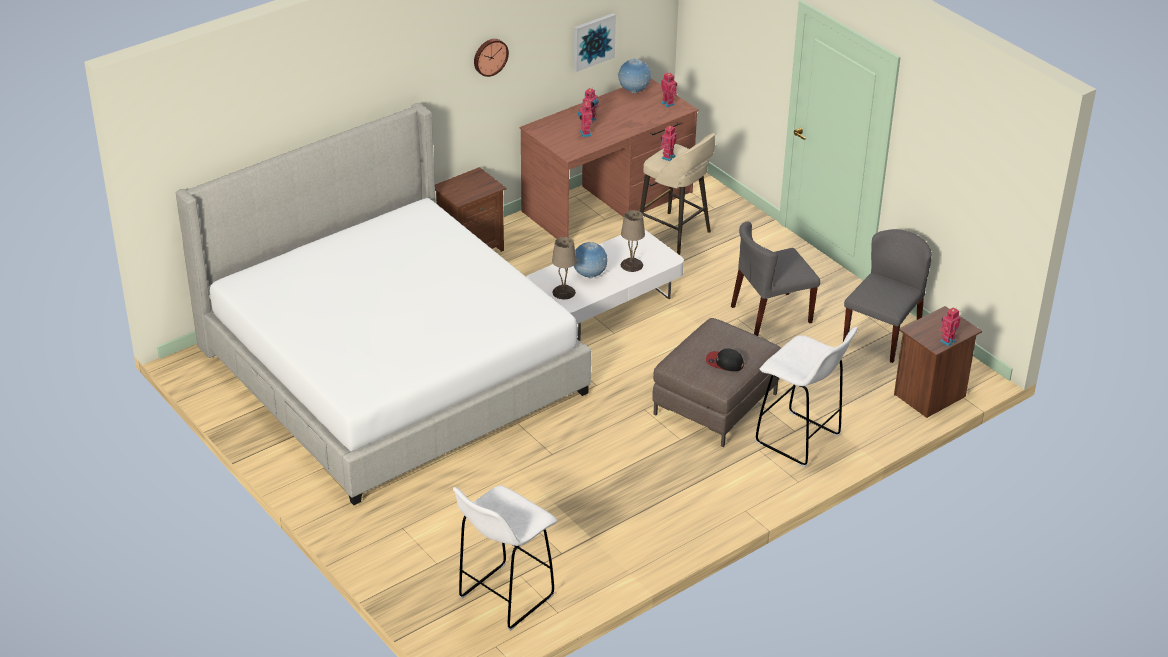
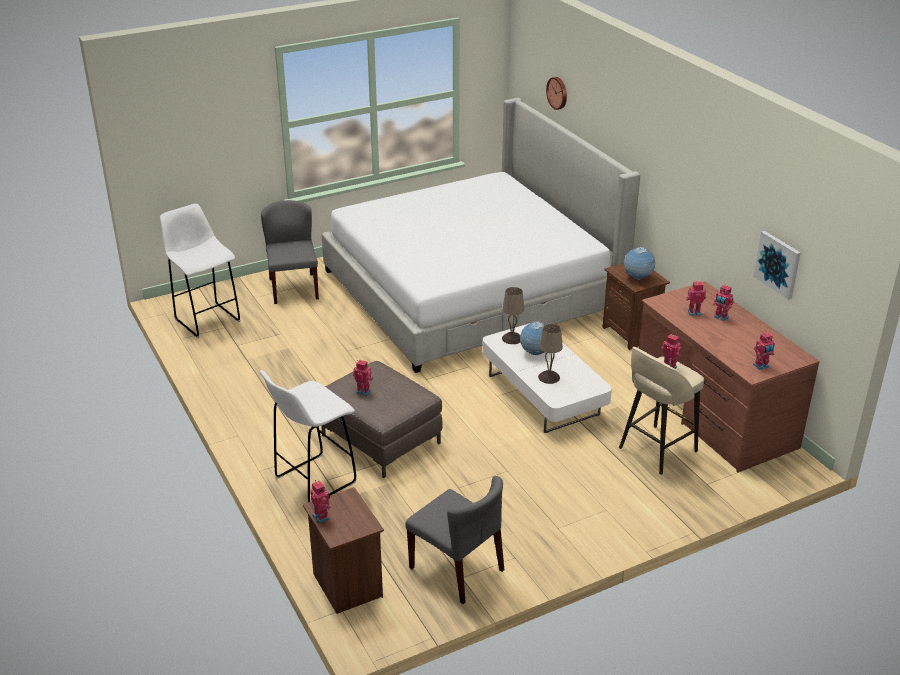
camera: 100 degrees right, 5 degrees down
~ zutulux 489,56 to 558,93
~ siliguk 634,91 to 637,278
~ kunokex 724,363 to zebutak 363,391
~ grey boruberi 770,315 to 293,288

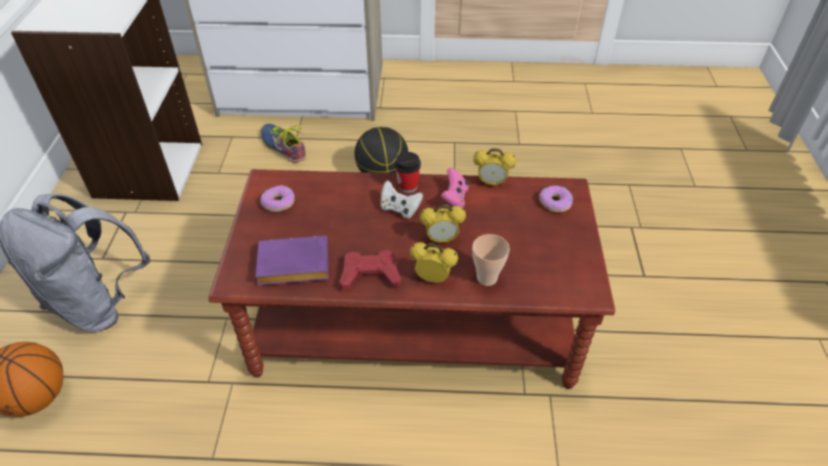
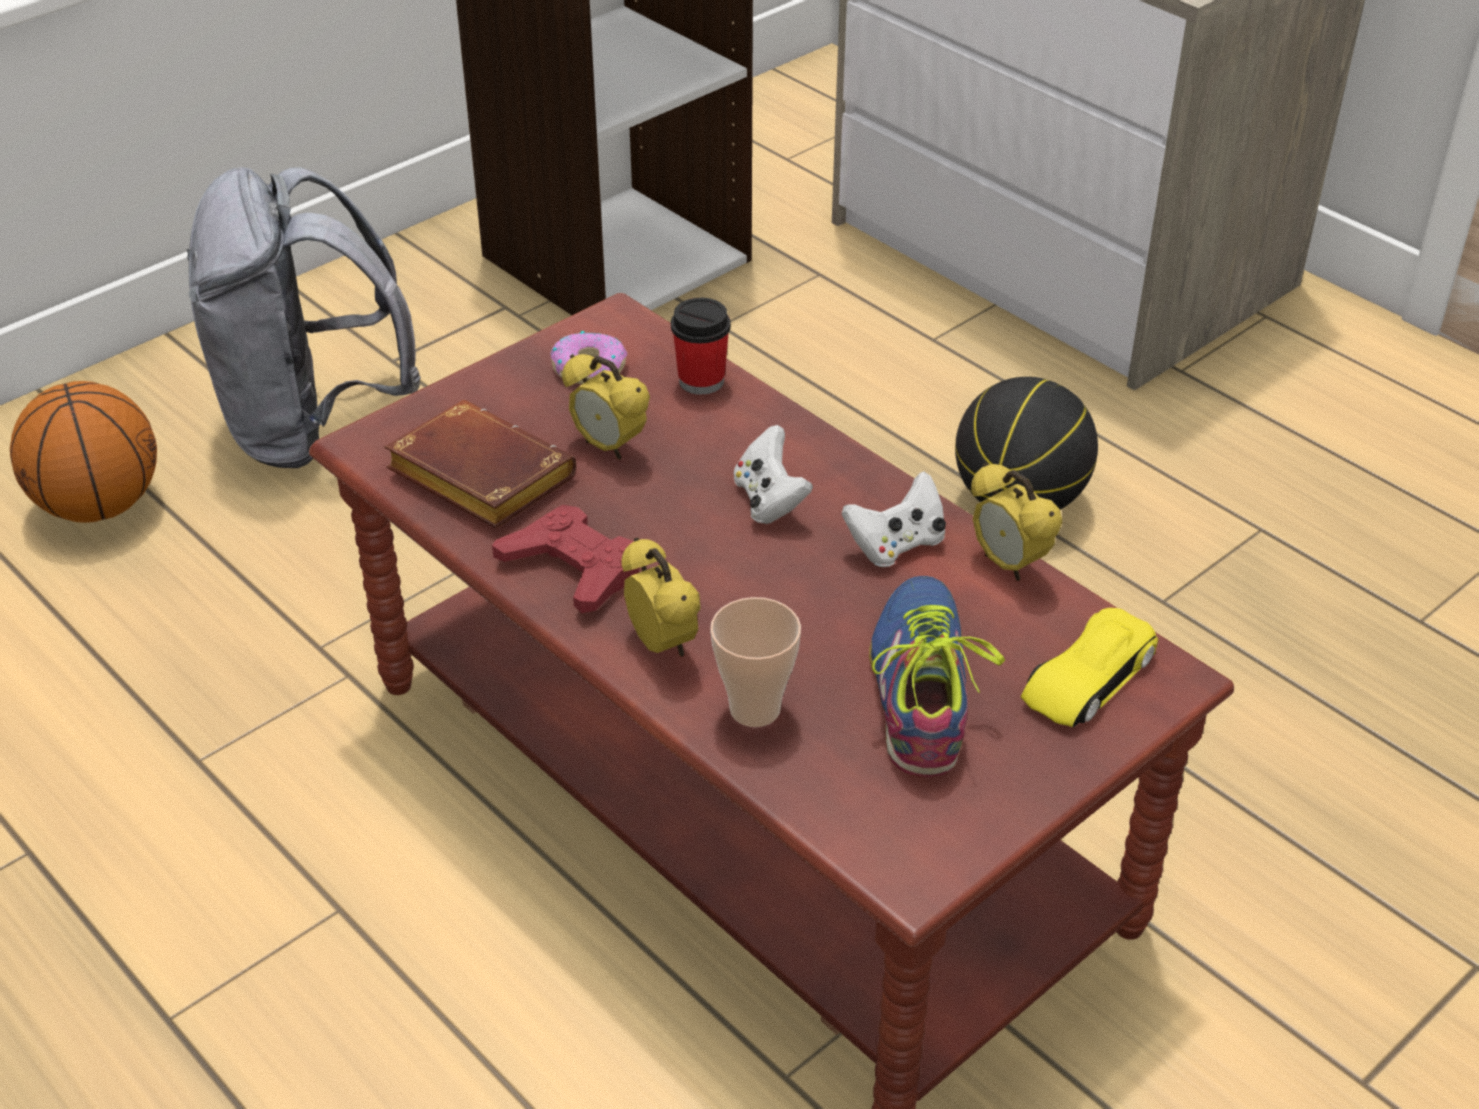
camera: 45 degrees right, 5 degrees down
~ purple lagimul 292,267 to brown lagimul 474,477
~ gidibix 283,147 to 920,688
~ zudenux 408,186 to 701,381
~ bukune 441,240 to 609,447
~ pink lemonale 455,198 to white lemonale 896,545
~ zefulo 555,202 to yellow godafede 1087,679

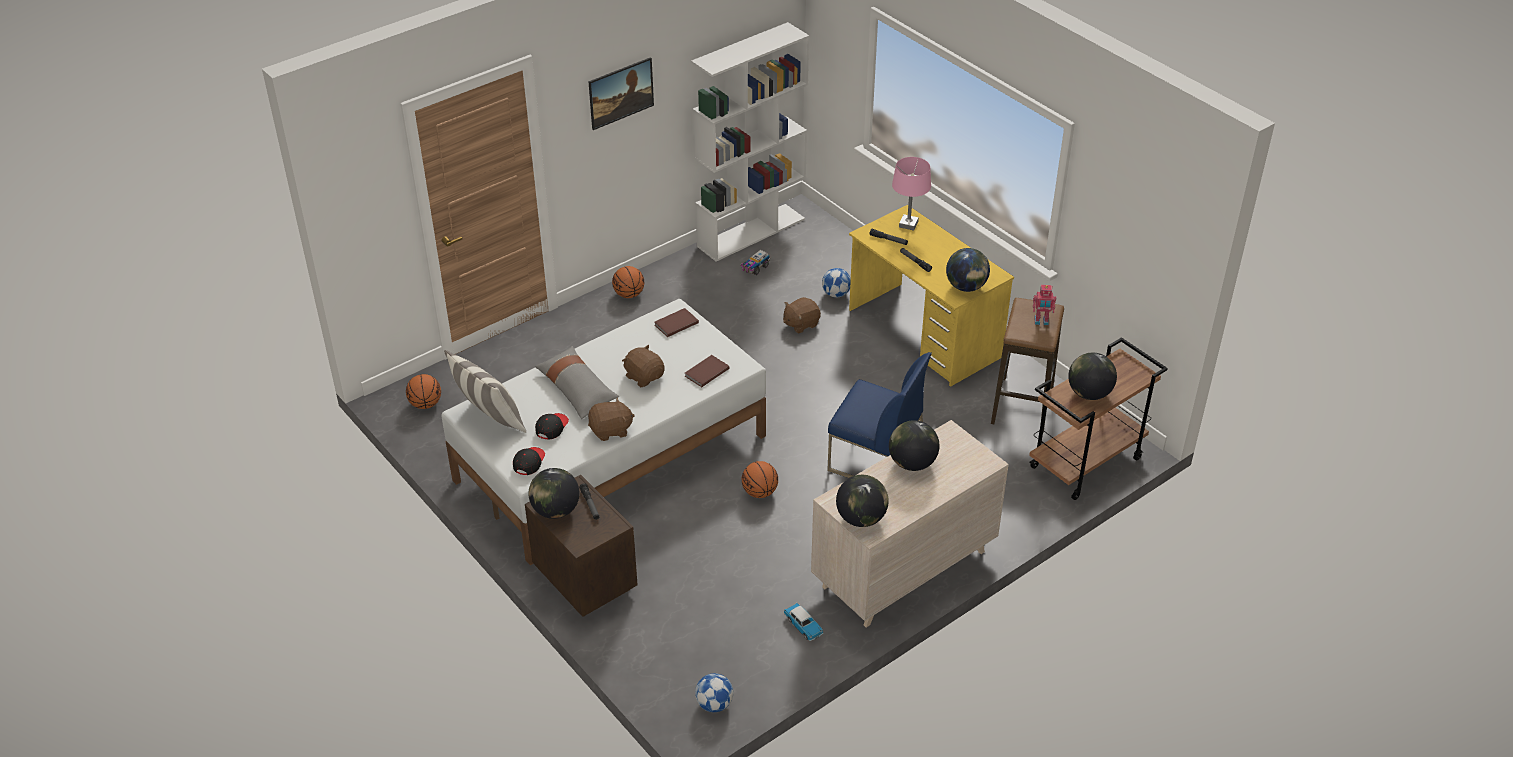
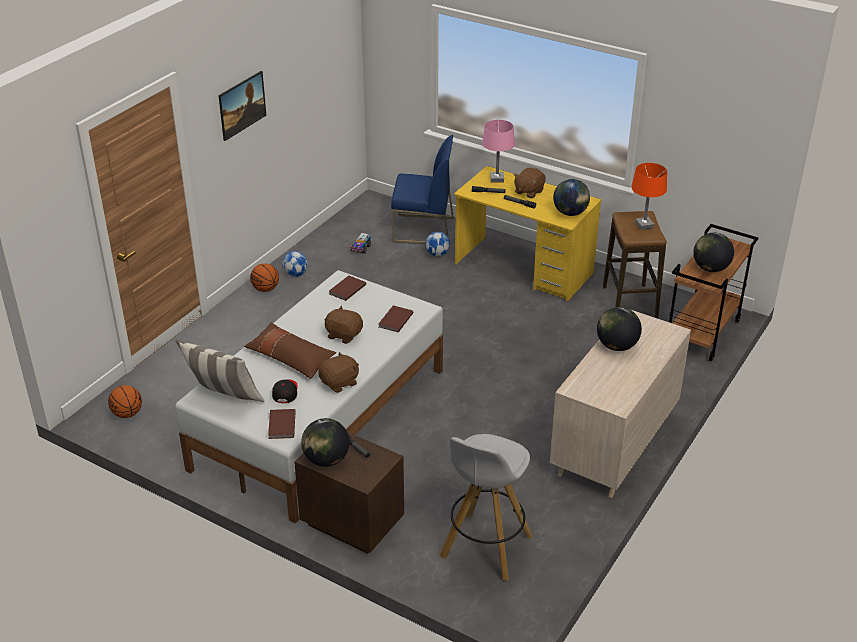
camera: 20 degrees left, 5 degrees down
~ black kunokex 529,462 to brown lagimul 281,425
~ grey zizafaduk 577,390 to brown zizafaduk 290,358
- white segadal 751,232
~ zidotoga 714,704 to 295,274
- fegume 760,492
~ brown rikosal 801,324 to 528,192
- godafede 803,626
~ blue boruberi 875,460 to 423,230
- siliguk 861,518
~ zebutak 1041,321 to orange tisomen 644,225
+ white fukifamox 485,547

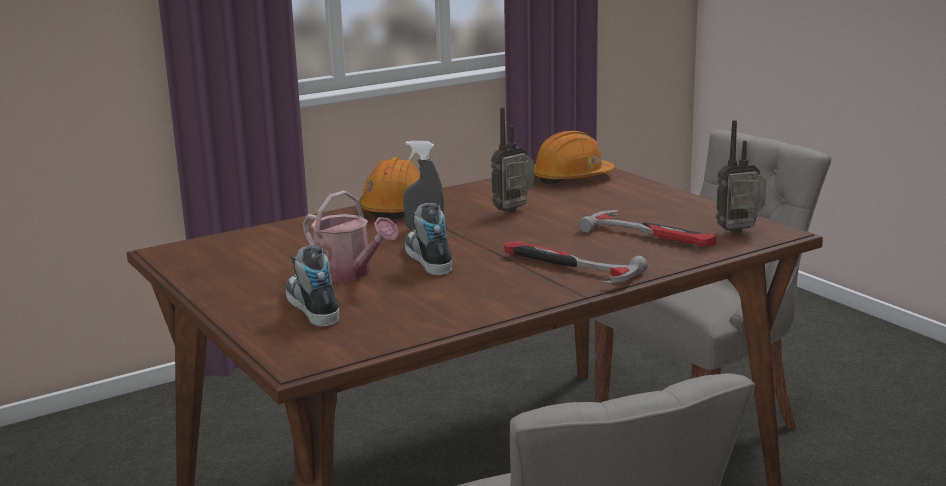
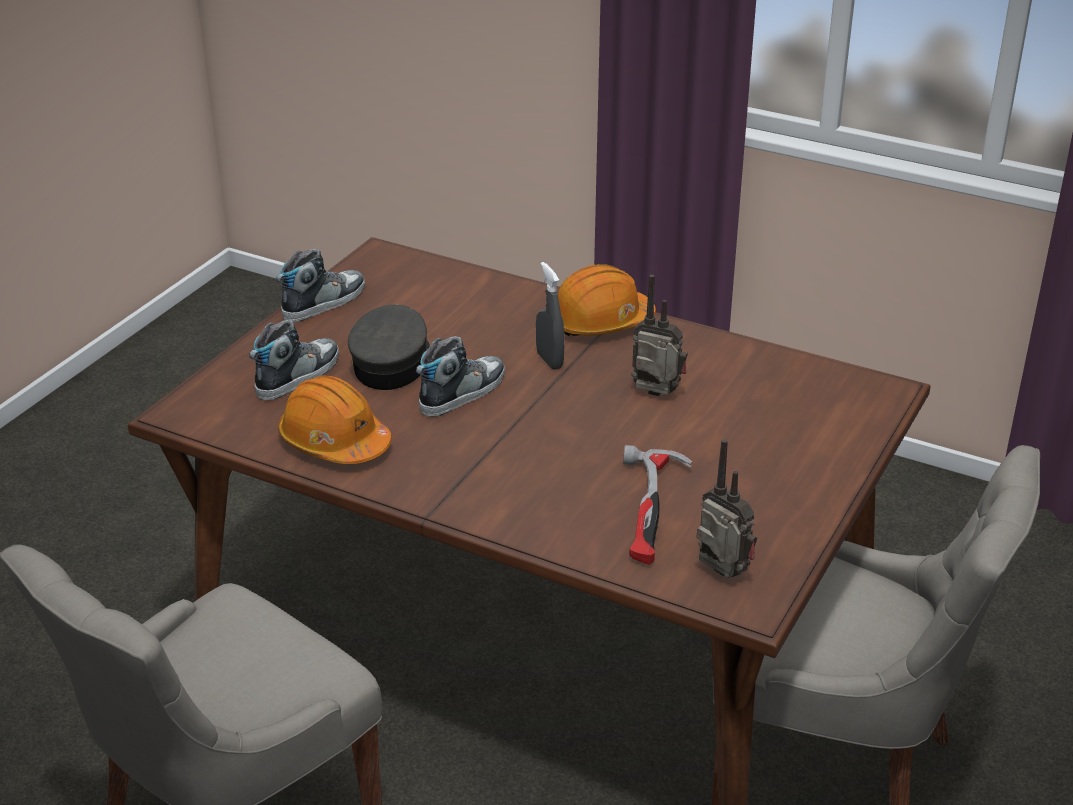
camera: 60 degrees right, 15 degrees up
~ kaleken 349,273 to grey kunokex 392,363
- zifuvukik 567,268
~ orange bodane 571,178 to 334,442
+ gidibix 324,302

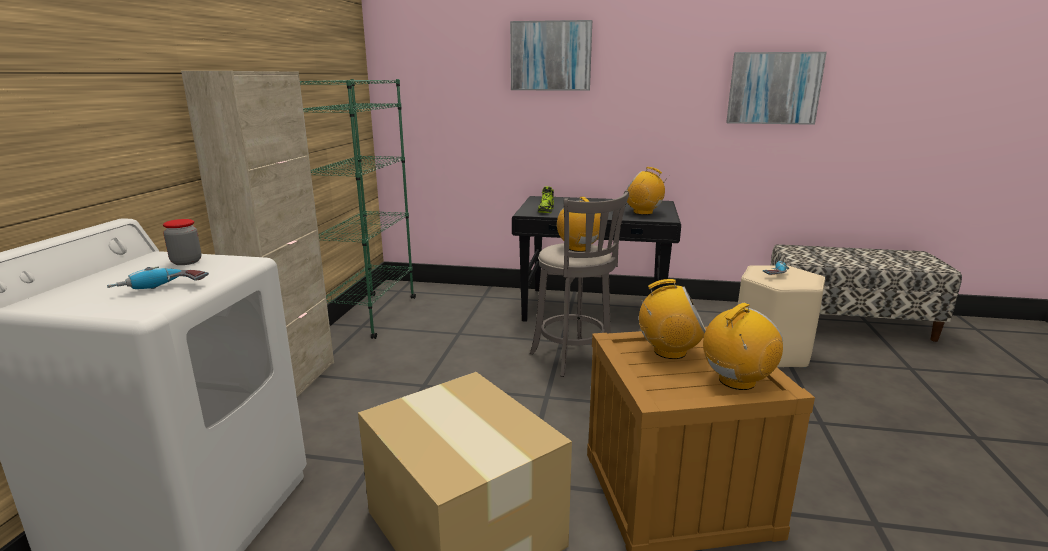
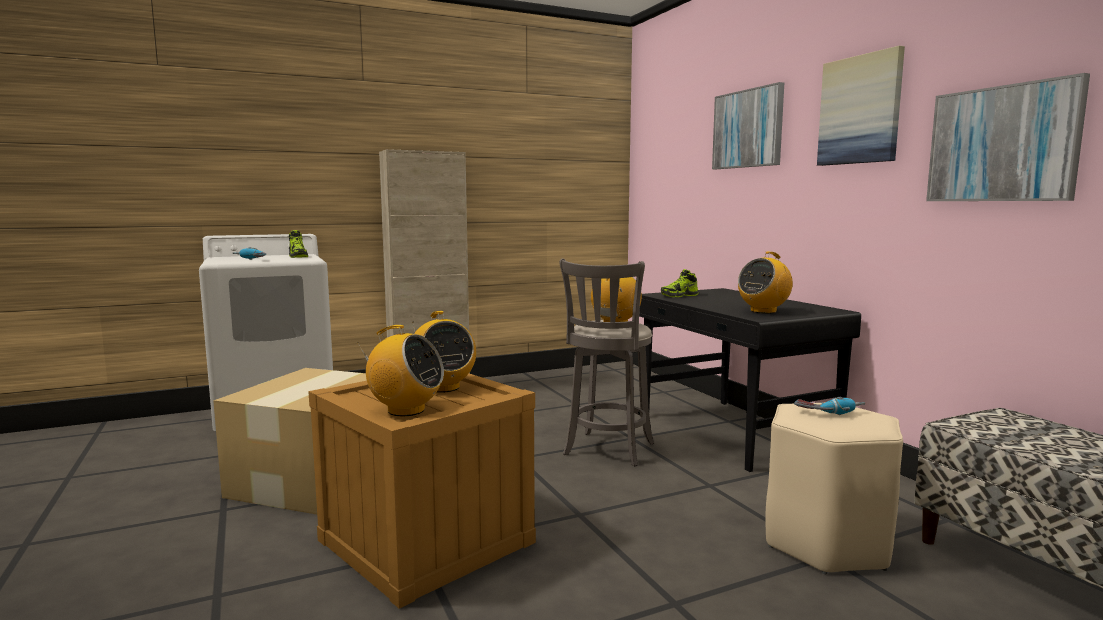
camera: 55 degrees right, 10 degrees down
~ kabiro 186,262 to gidibix 298,256
- green segadal 372,315
~ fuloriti 643,212 = 763,311 120 degrees counterclockwise
+ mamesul 860,110

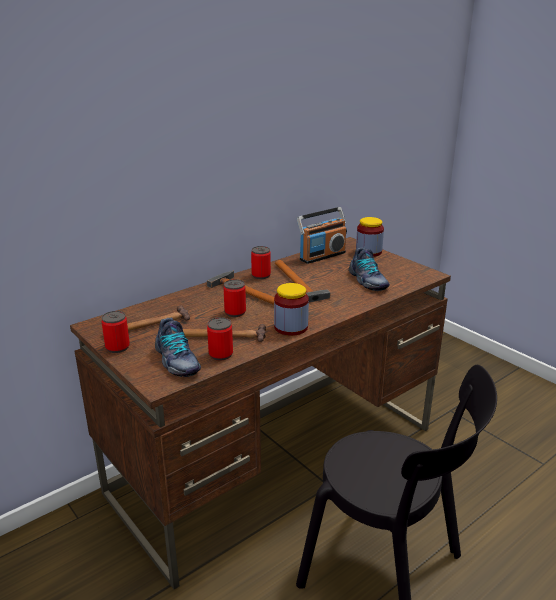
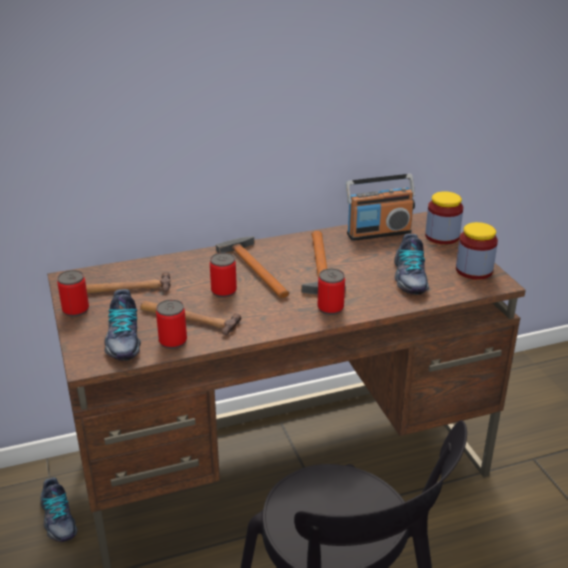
camera: 20 degrees right, 5 degrees up
~ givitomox 261,275 to 330,308
~ kabiro 291,327 to 474,270
+ gidibix 58,520

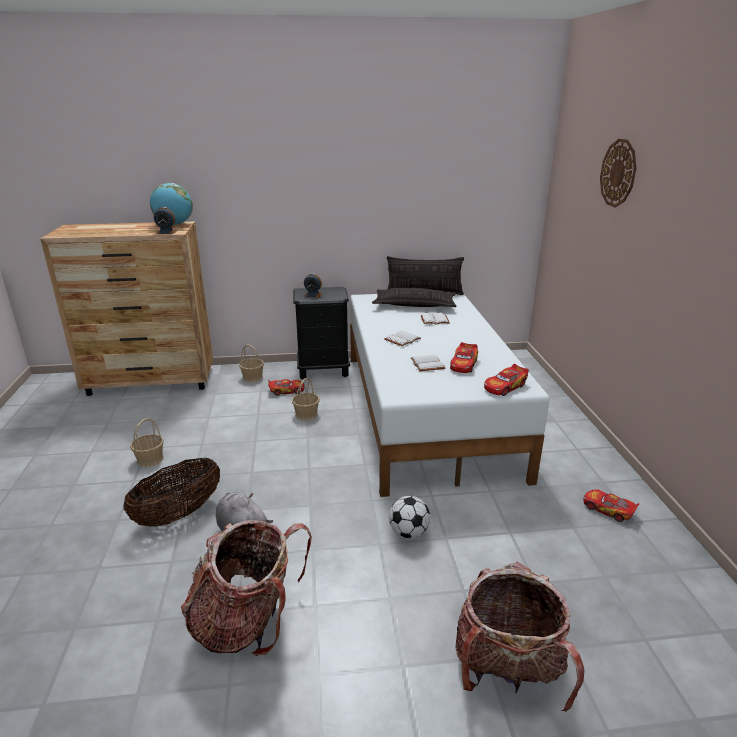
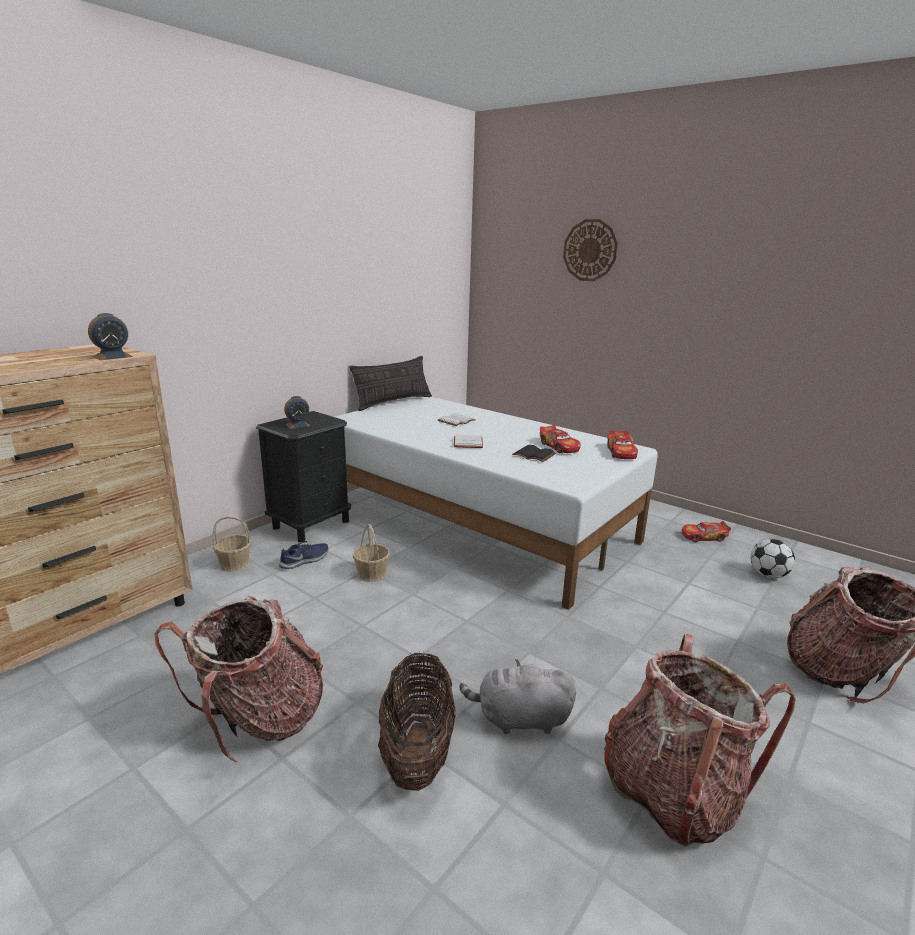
camera: 45 degrees left, 5 degrees down
~ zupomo 150,459 to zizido 259,720
- siliguk 174,225
~ godafede 286,391 to blue gidibix 305,560
- zizafaduk 414,305
~ zidotoga 408,532 to 768,575
~ white lagimul 428,364 to black lagimul 535,455

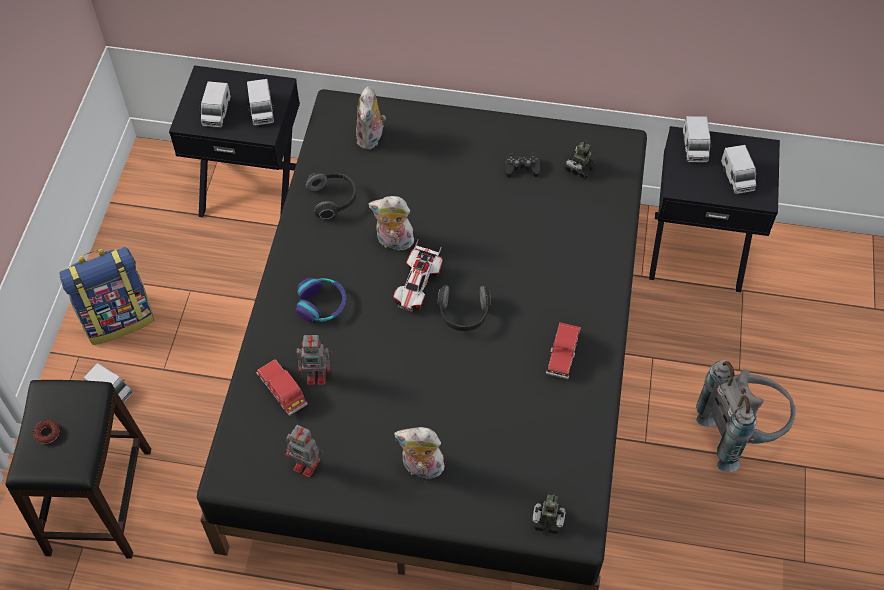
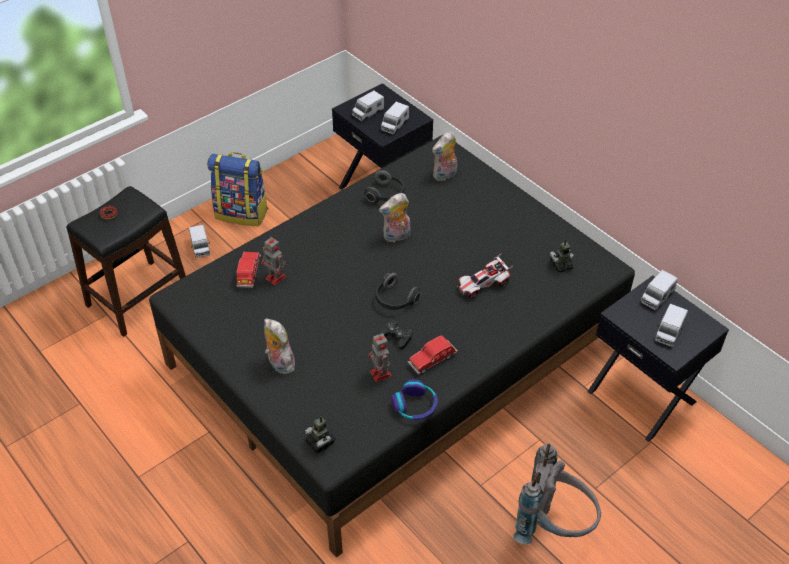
camera: 40 degrees right, 10 degrees down
~ zebutak 308,465 to 381,374
~ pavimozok 322,304 to 415,406
~ rikosal 393,242 = 396,237 75 degrees counterclockwise
~ godafede 418,286 to 483,285
~ black lemonale 521,168 to 396,337

